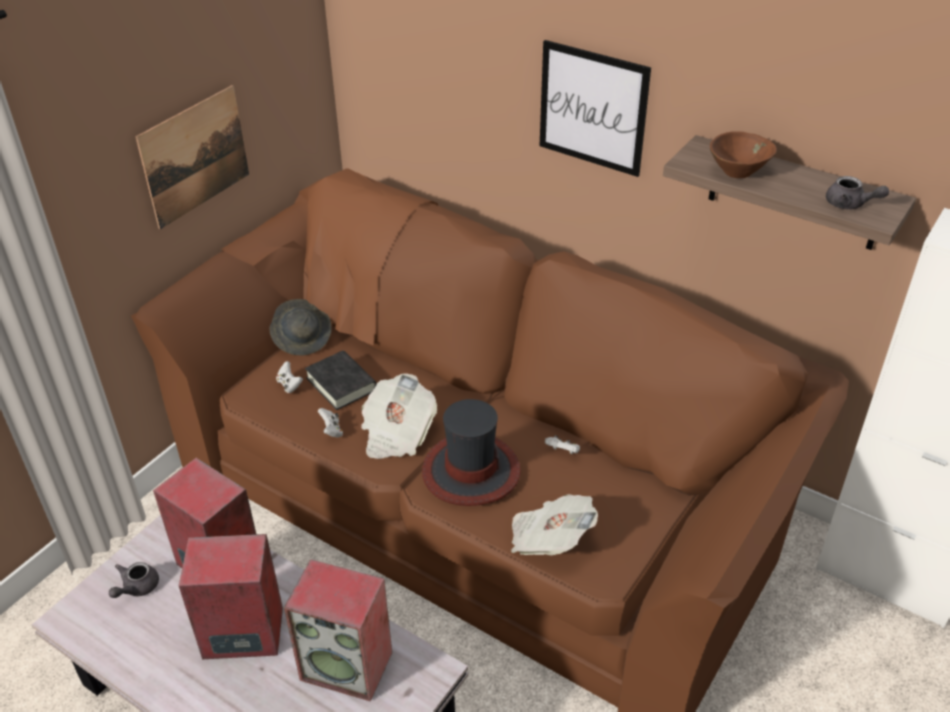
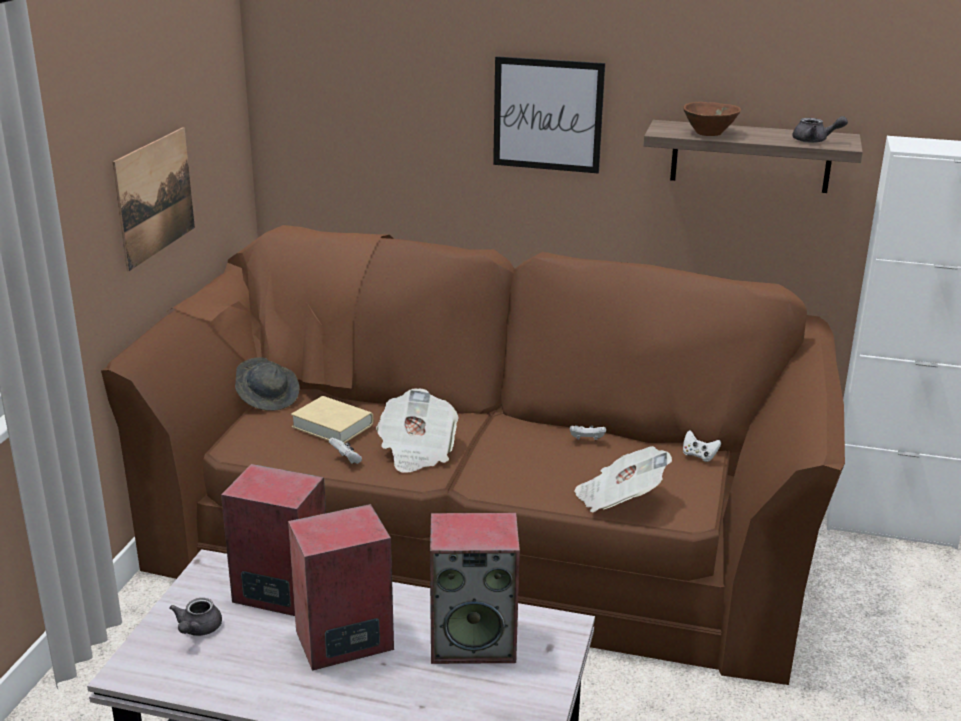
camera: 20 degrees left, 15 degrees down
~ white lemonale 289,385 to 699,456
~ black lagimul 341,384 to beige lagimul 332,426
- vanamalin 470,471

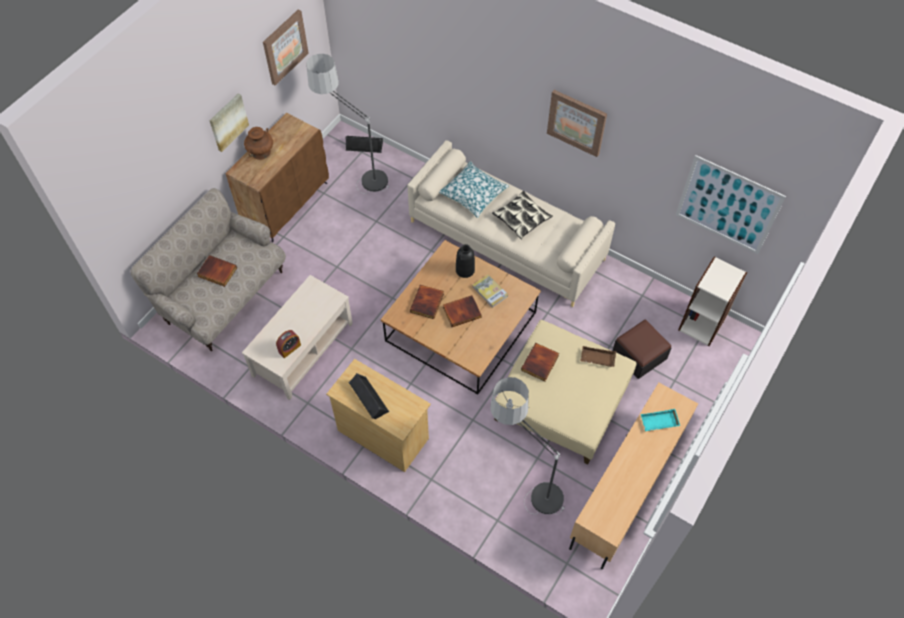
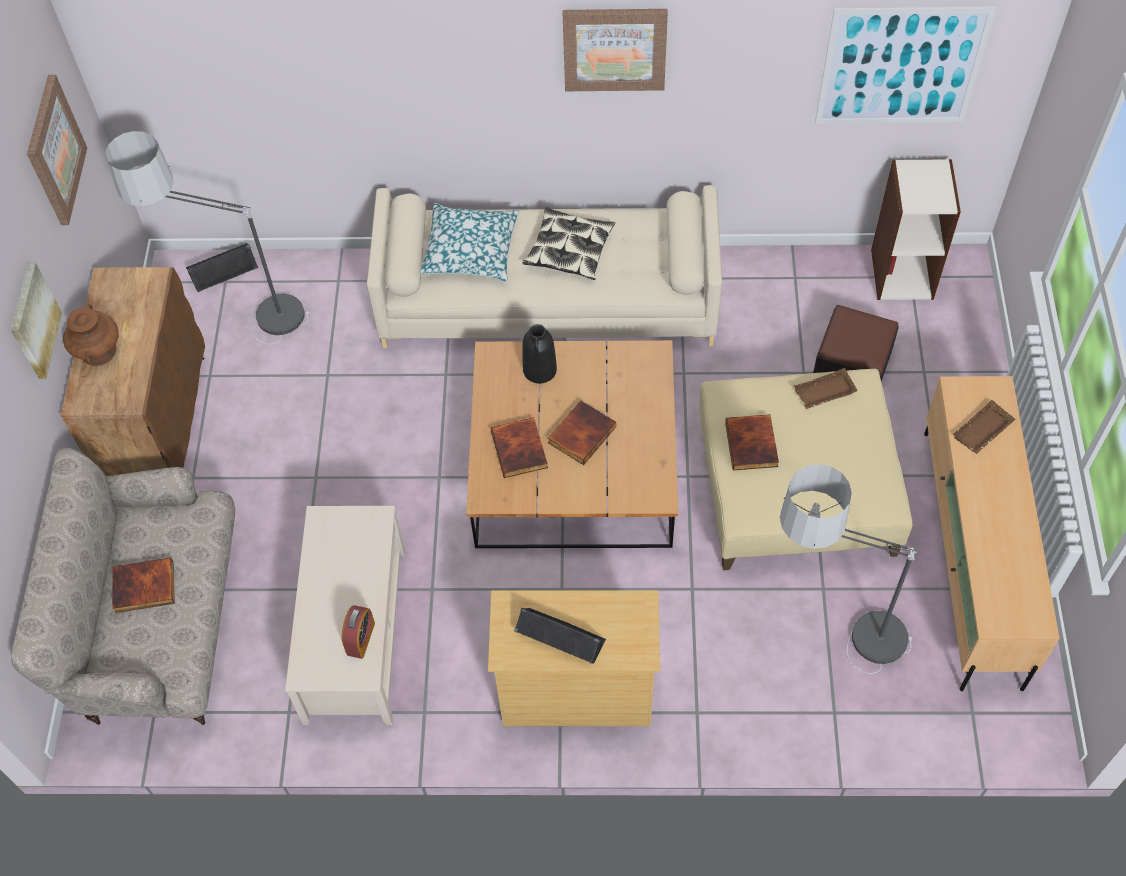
camera: 30 degrees left, 0 degrees up
- lagimul 490,292
~ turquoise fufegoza 659,423 to brown fufegoza 983,432

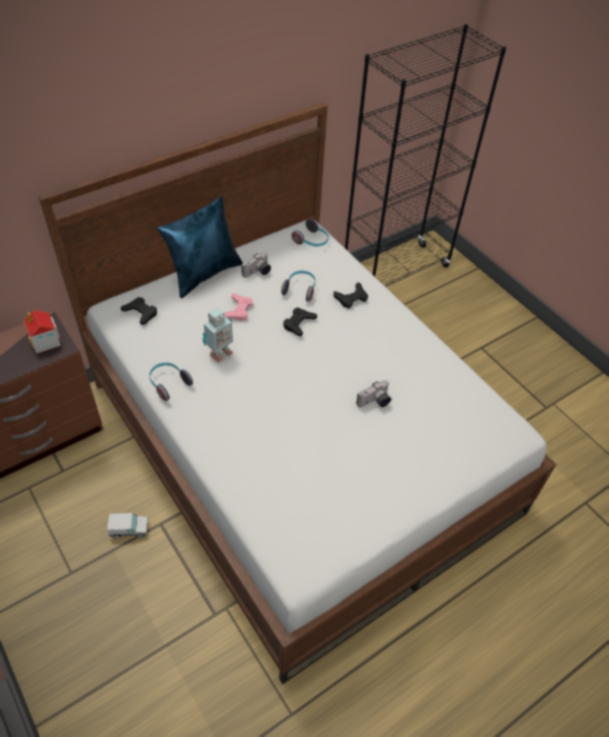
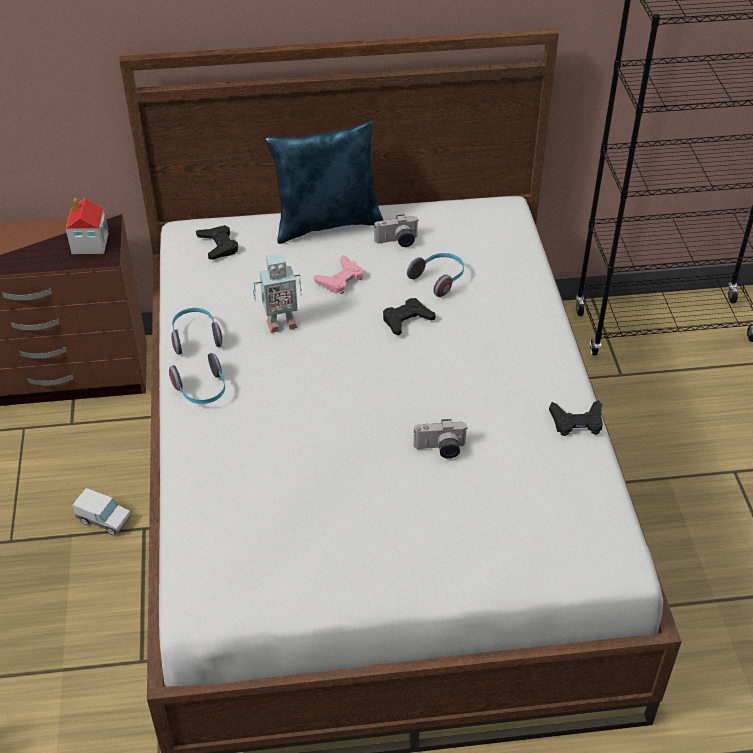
camera: 30 degrees right, 5 degrees down
~ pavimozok 312,241 to 202,390
~ black lemonale 351,298 to 577,422

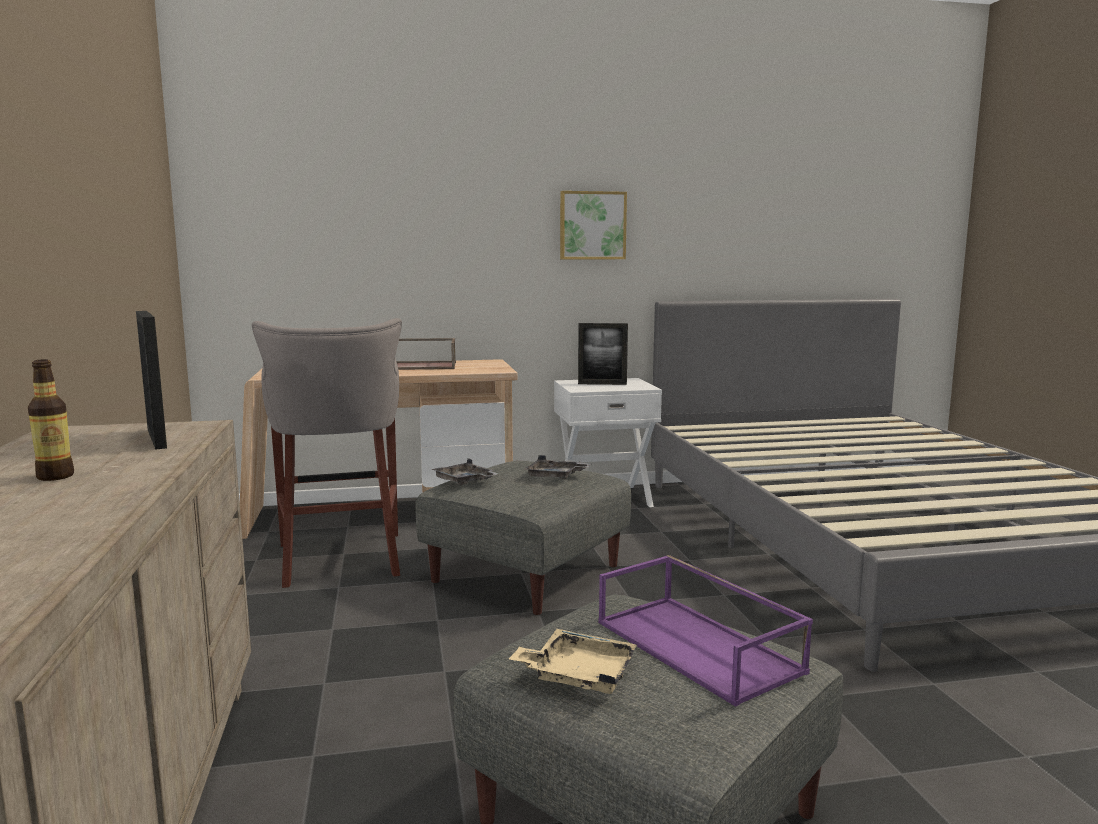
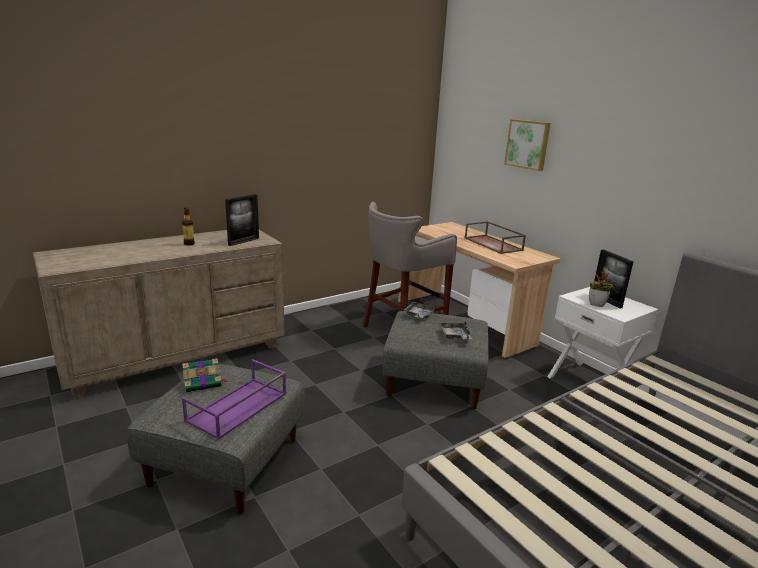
camera: 65 degrees right, 10 degrees up
~ beige fufegoza 578,675 to lagimul 203,382
~ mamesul 592,225 to 528,144
+ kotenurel 597,305

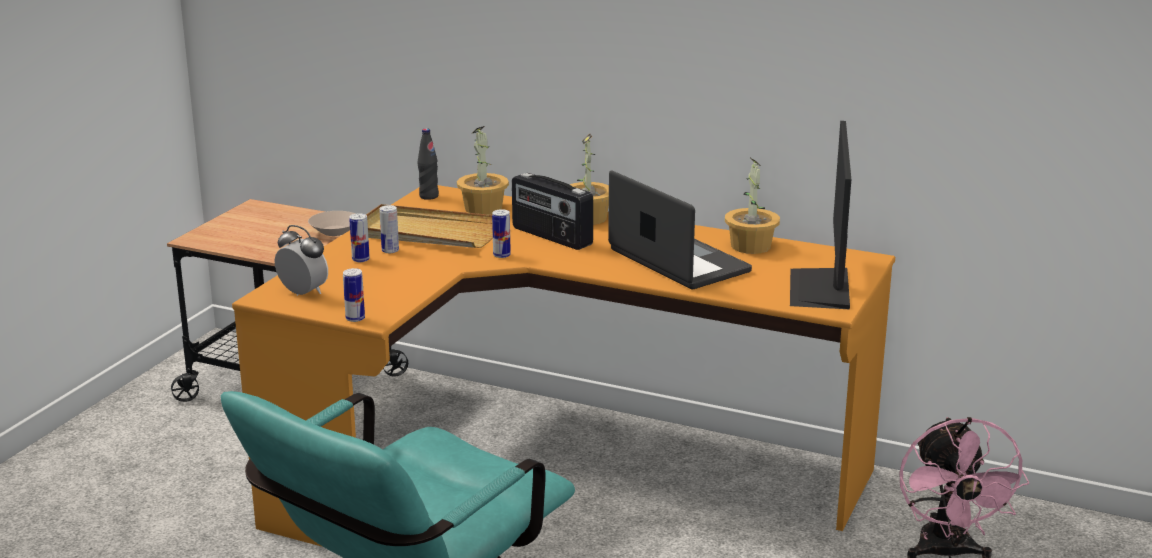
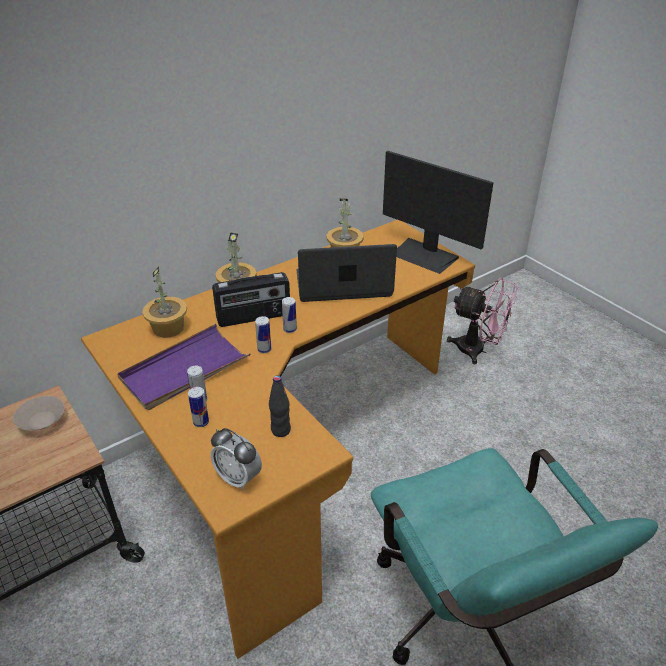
camera: 60 degrees left, 15 degrees up
~ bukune 303,293 = 238,478 120 degrees counterclockwise
~ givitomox 355,318 to 290,329
~ beige fufegoza 426,233 to purple fufegoza 184,370
~ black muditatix 429,196 to 280,430

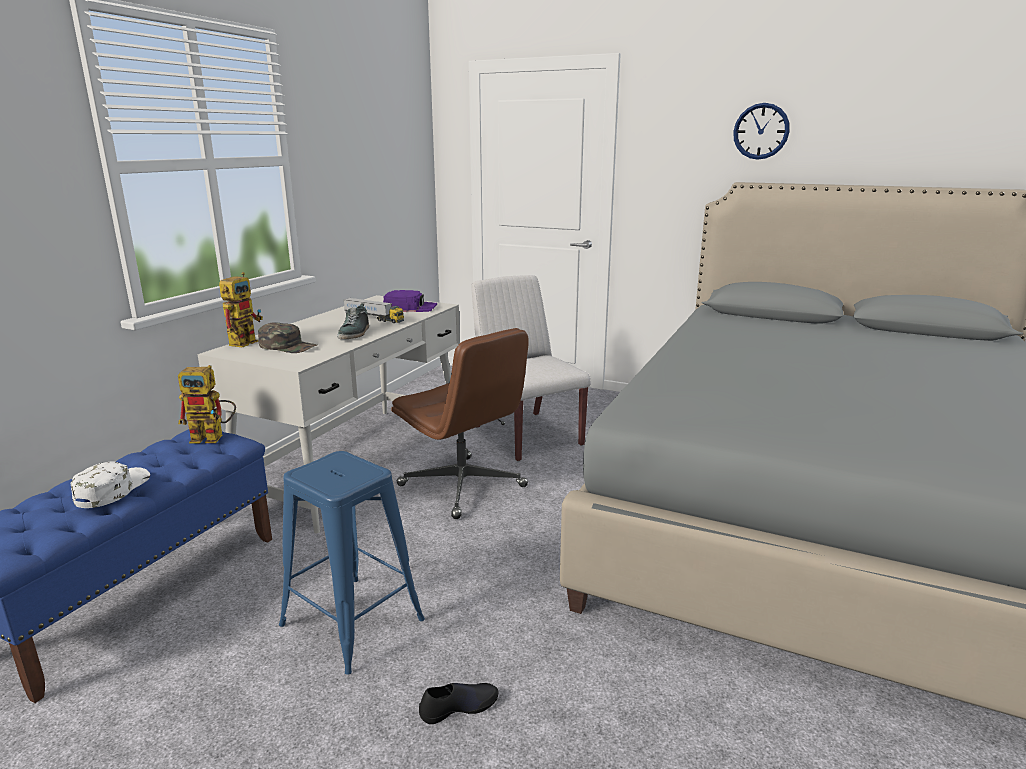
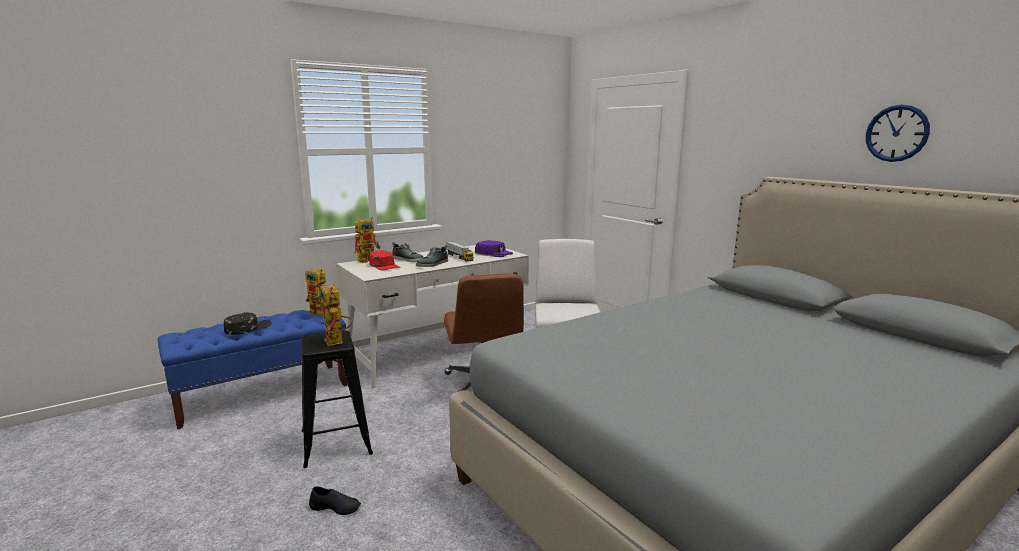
camera: 30 degrees right, 5 degrees down
~ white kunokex 112,489 to black kunokex 248,328
~ green kunokex 288,346 to red kunokex 385,266
~ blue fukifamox 352,622 to black fukifamox 336,442
~ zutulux 761,131 to 896,133
+ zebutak 337,342
+ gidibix 408,259

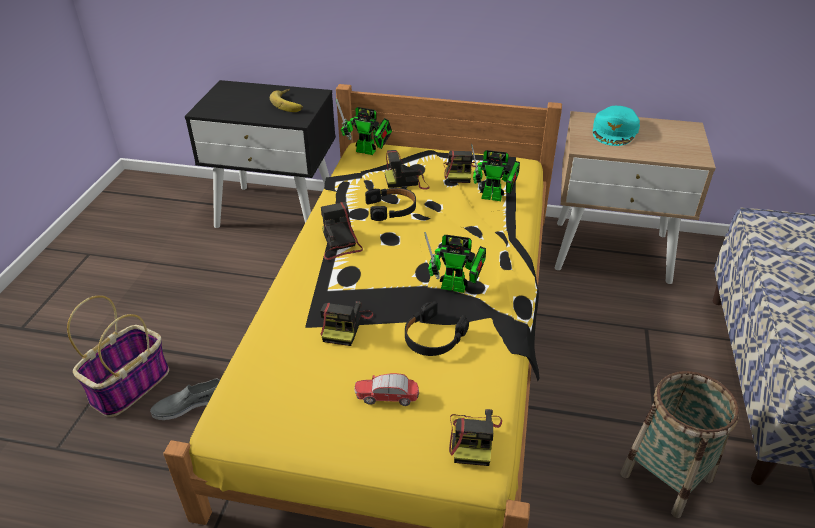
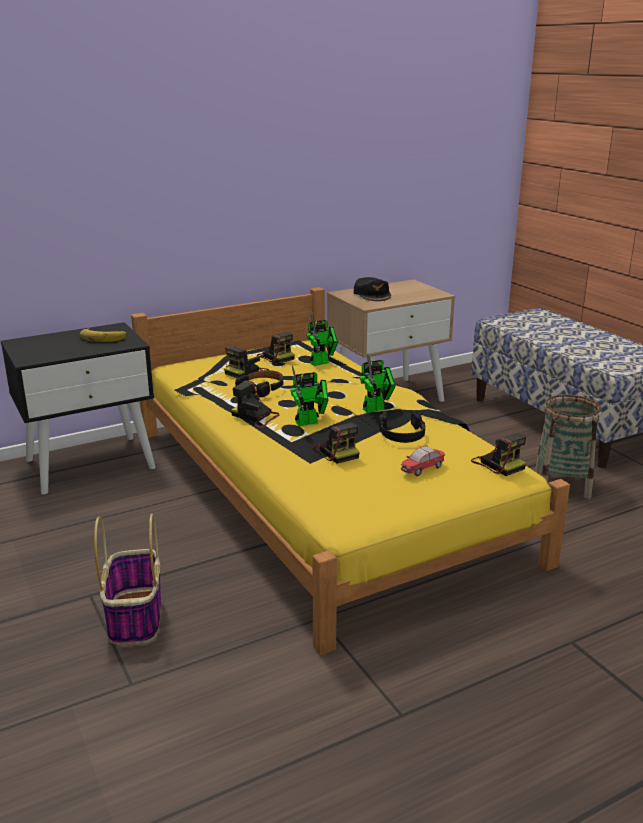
camera: 40 degrees left, 15 degrees down
- grey gidibix 189,404
~ zebutak 368,152 to 310,422
~ turquoise kunokex 615,131 to black kunokex 372,294

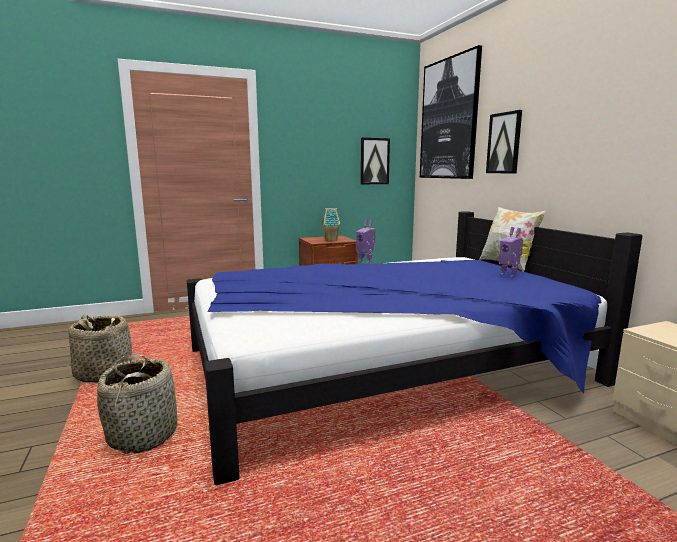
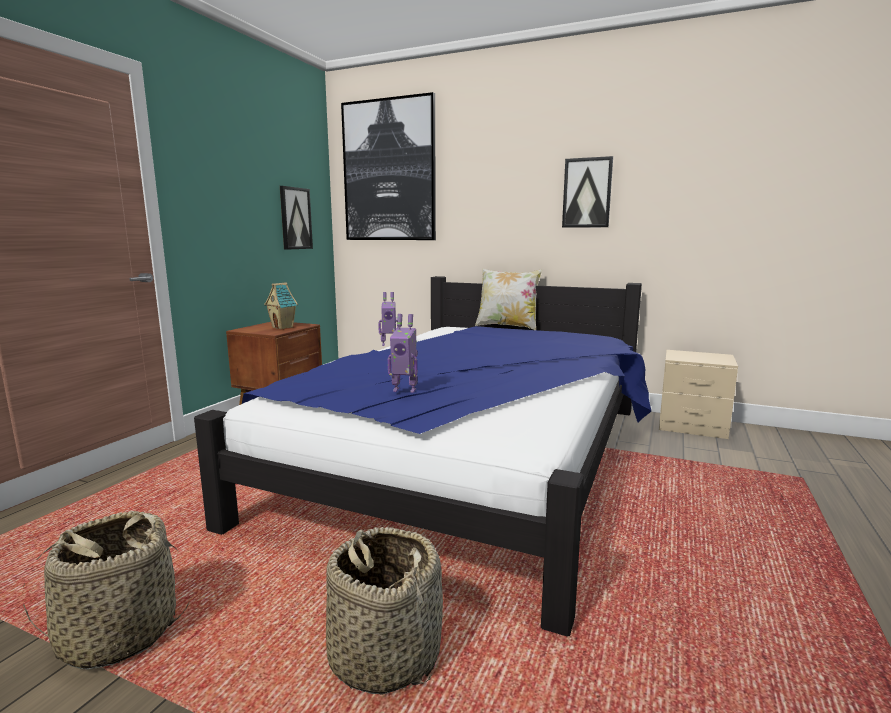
camera: 45 degrees left, 0 degrees up
~ mamesul 504,143 to 587,193
~ zebutak 509,275 to 405,389

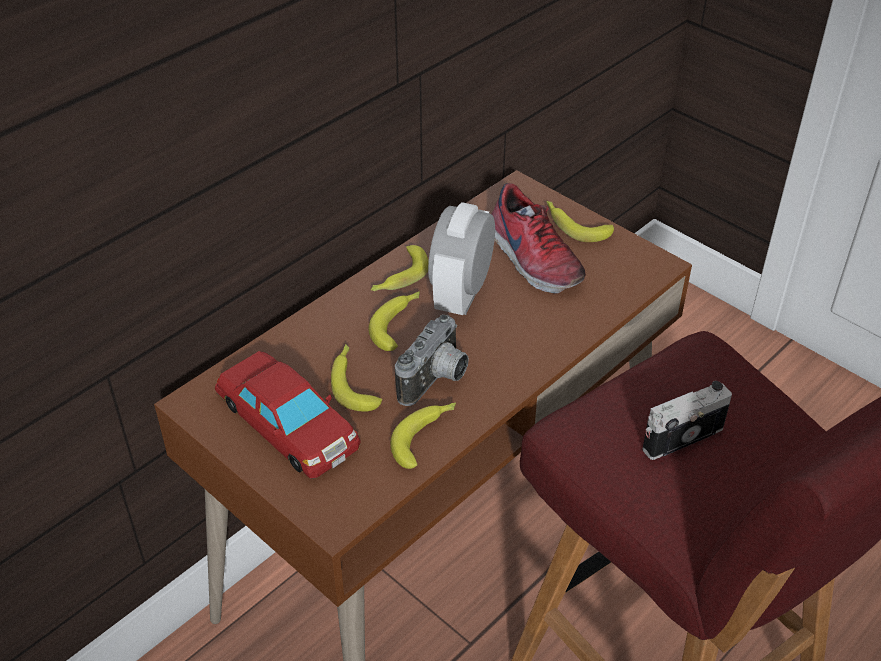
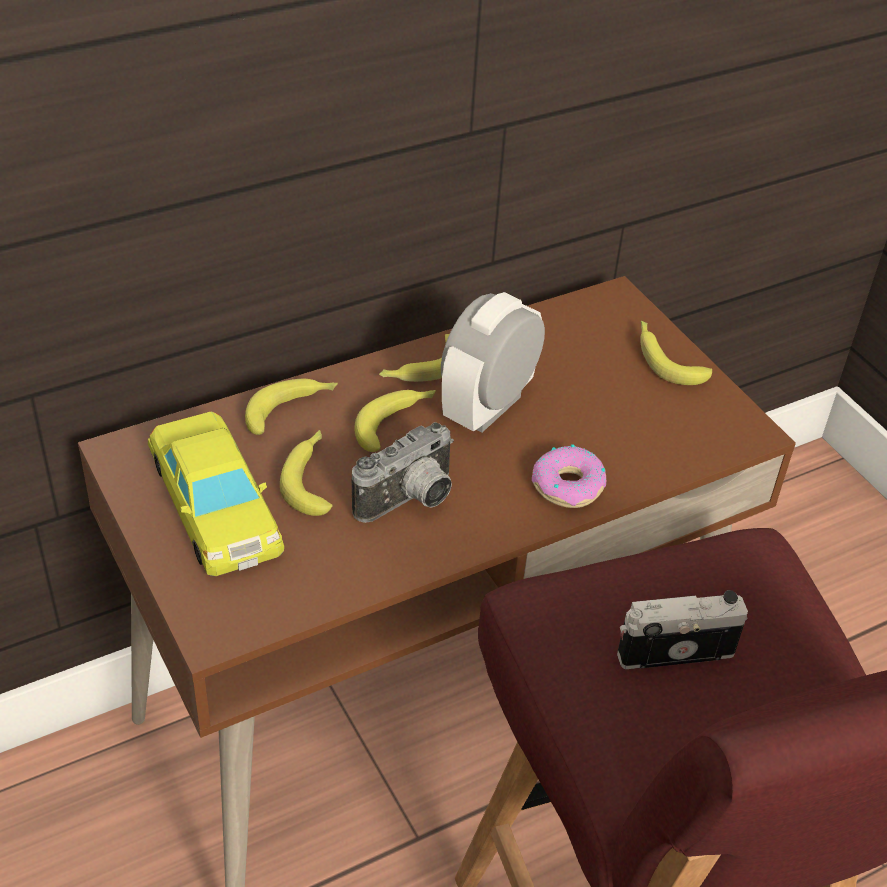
camera: 15 degrees right, 0 degrees up
~ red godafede 288,422 to yellow godafede 215,503
~ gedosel 425,437 to 291,410
- gidibix 530,259
+ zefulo 568,485

